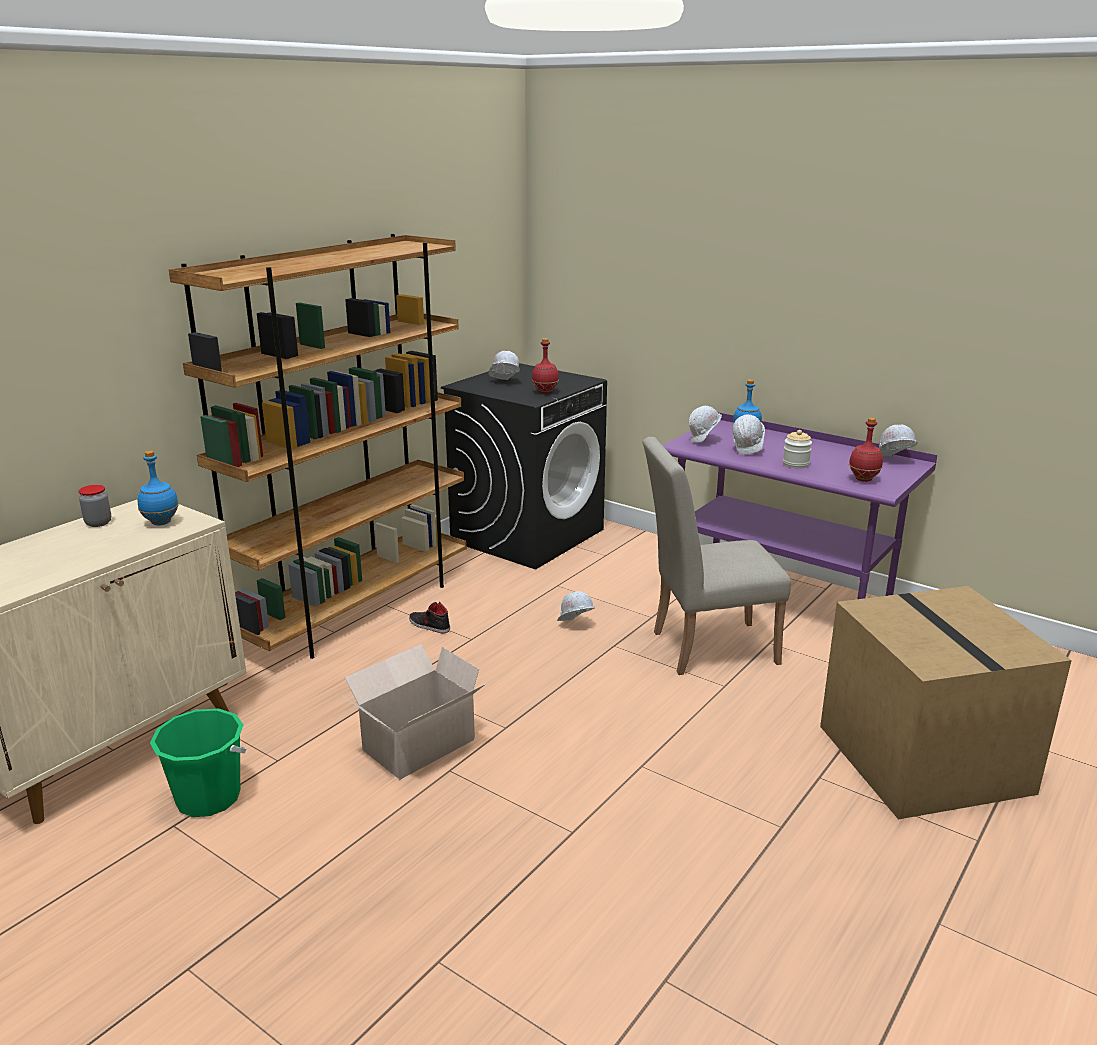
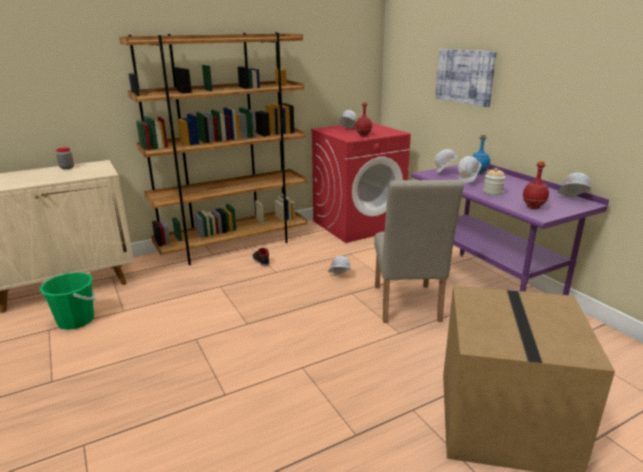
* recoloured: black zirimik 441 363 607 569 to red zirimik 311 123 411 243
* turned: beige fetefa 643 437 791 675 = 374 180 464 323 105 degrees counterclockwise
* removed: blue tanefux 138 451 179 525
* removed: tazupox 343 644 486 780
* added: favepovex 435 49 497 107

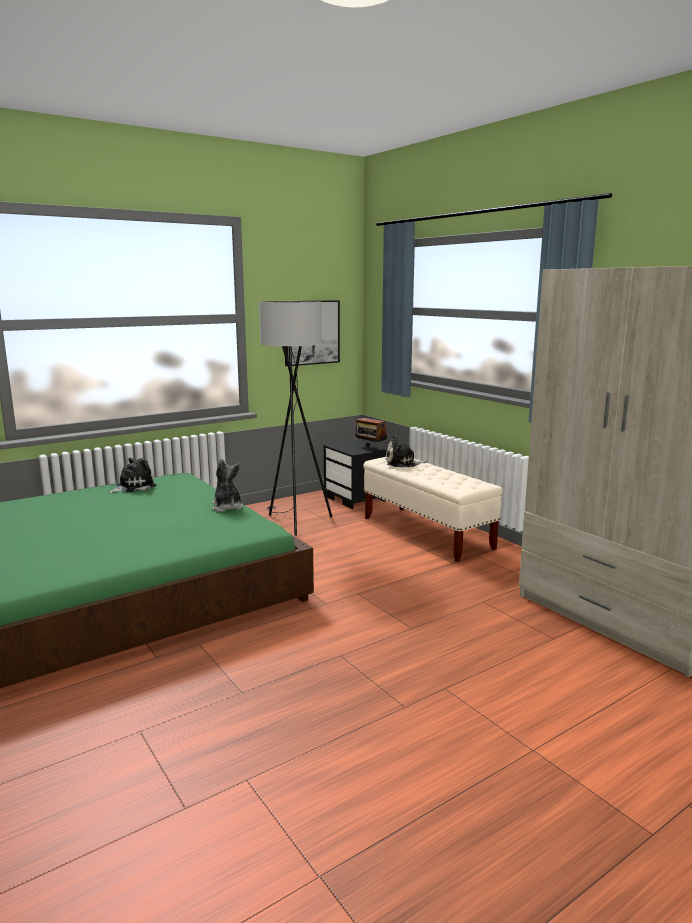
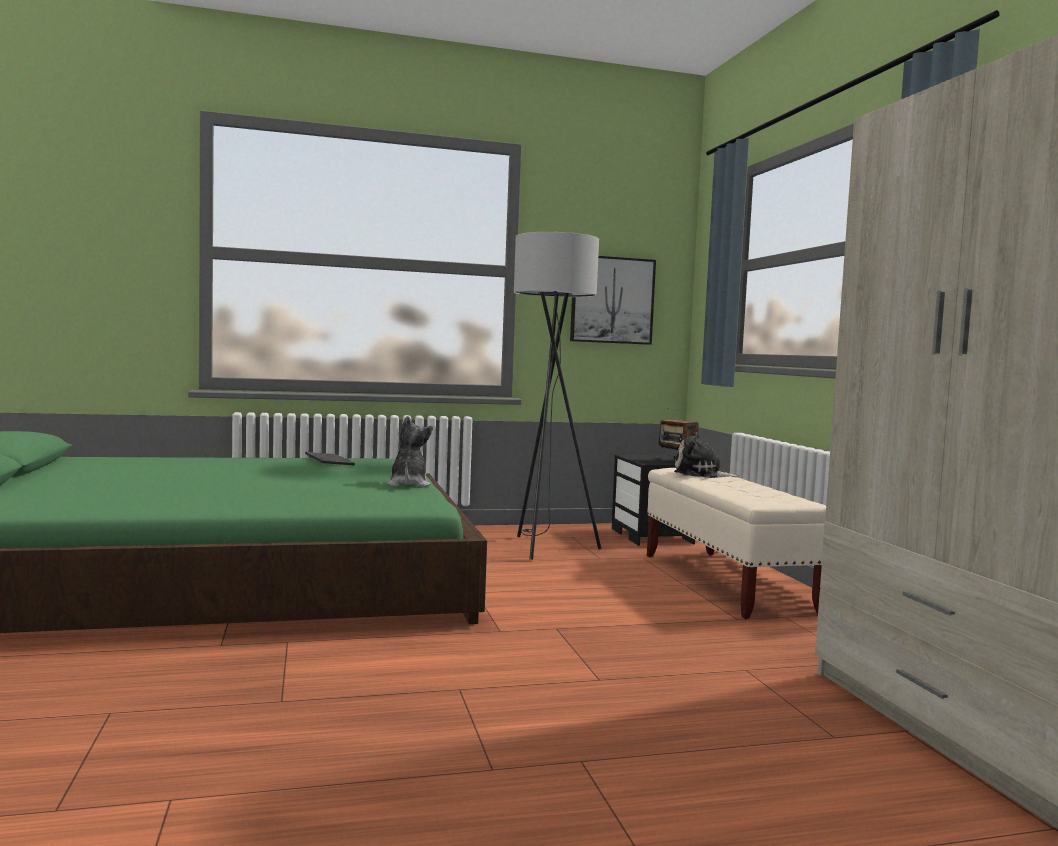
* replaced: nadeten 108 458 156 493 to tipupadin 305 452 355 466

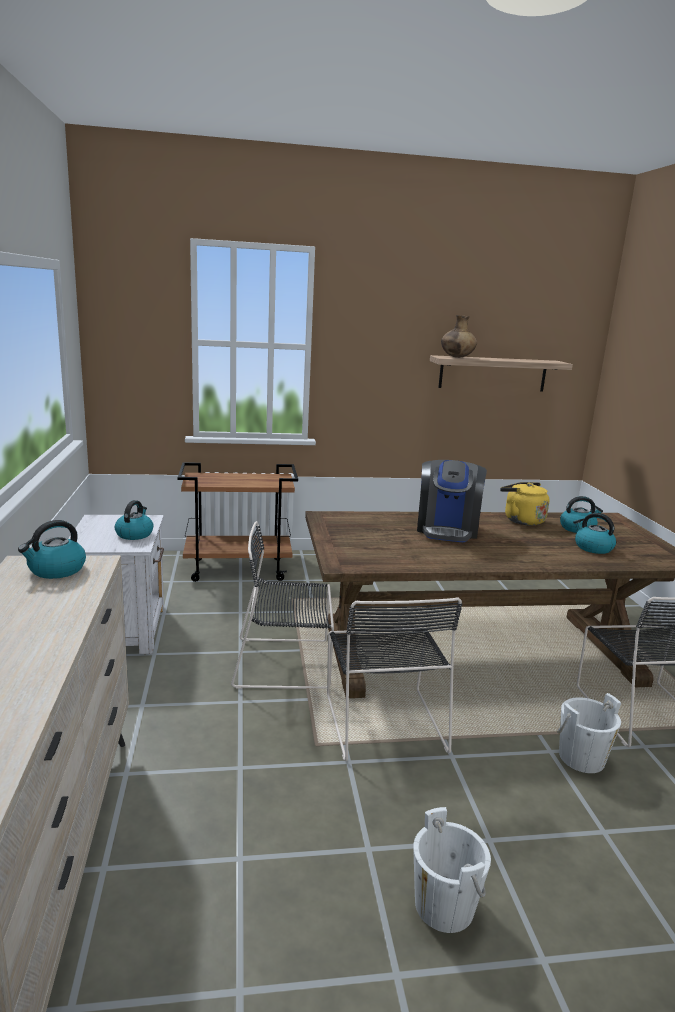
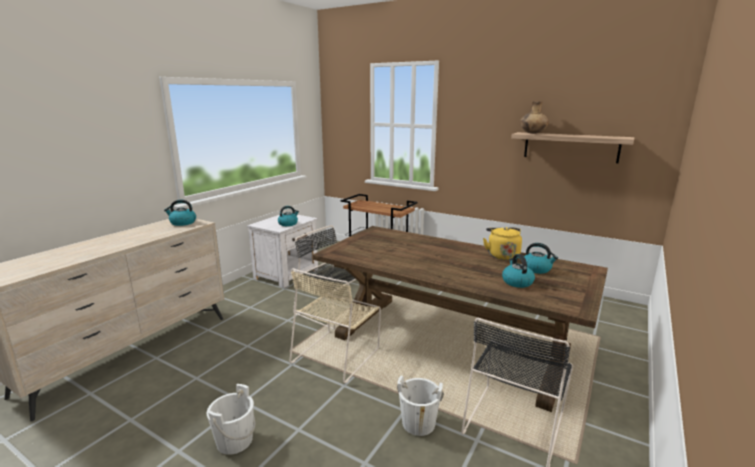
* removed: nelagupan 417 460 487 542
* recoloured: black fetefa 327 597 462 761 to beige fetefa 289 268 381 383

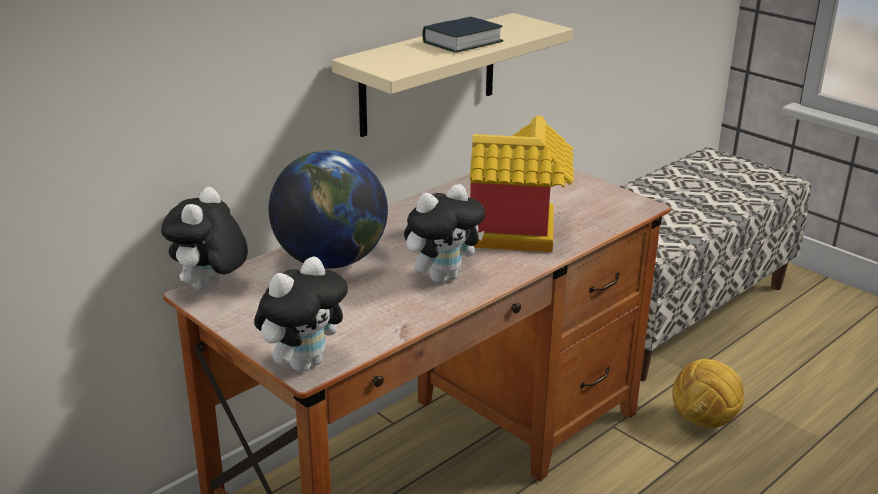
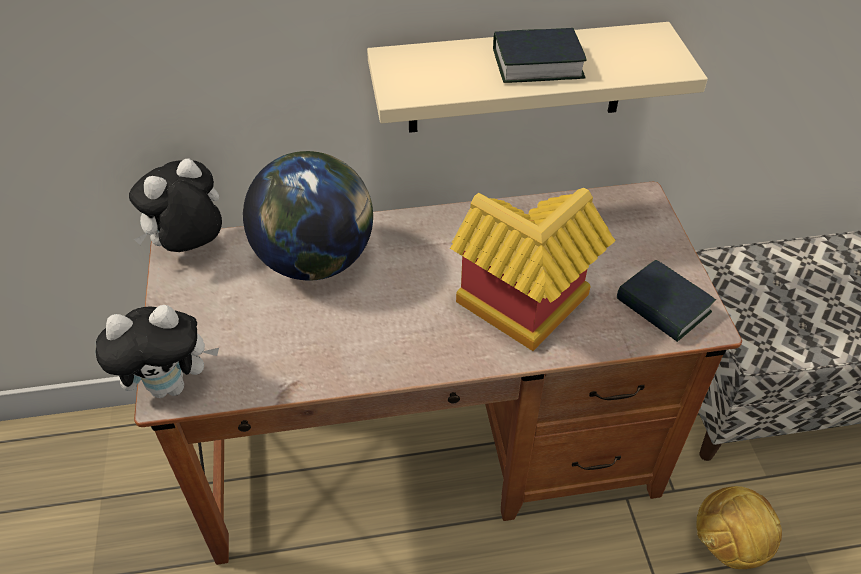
* removed: nadeten 404 184 485 283
* added: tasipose 617 260 716 342

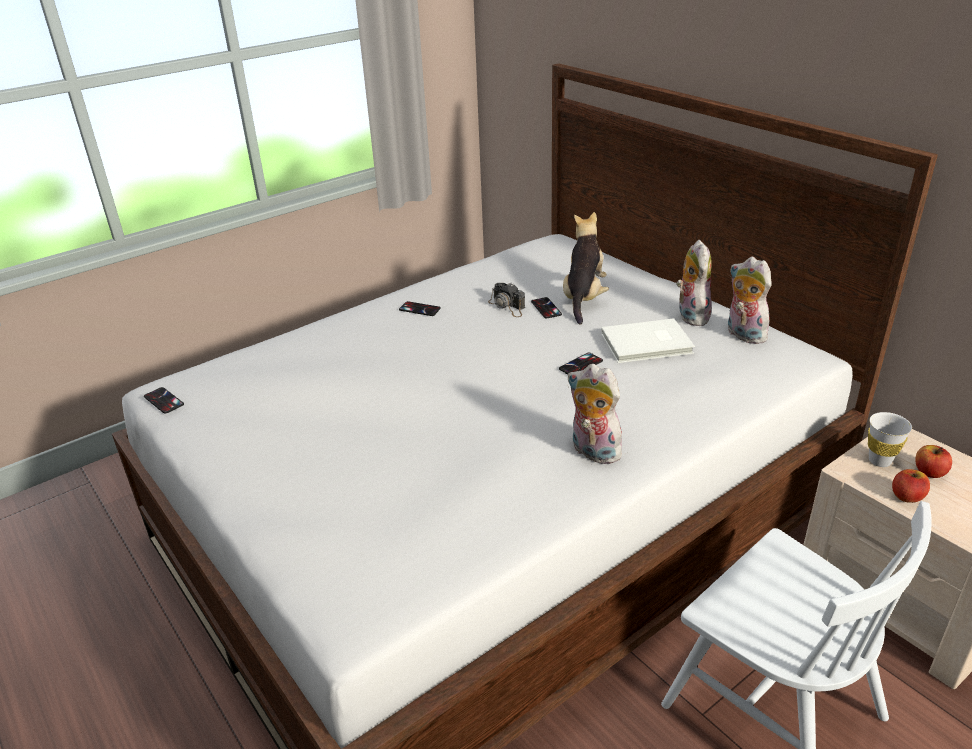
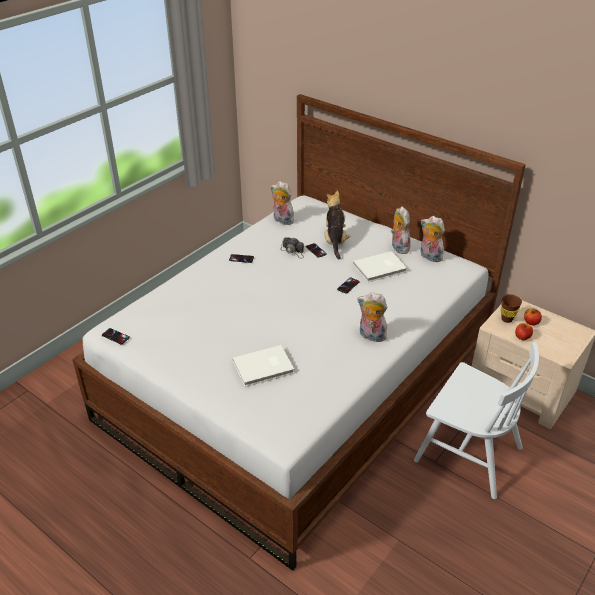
* recoloured: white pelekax 868 412 912 467 to brown pelekax 501 294 522 323
* added: nadeten 271 181 294 225
* added: white tasipose 233 345 294 387

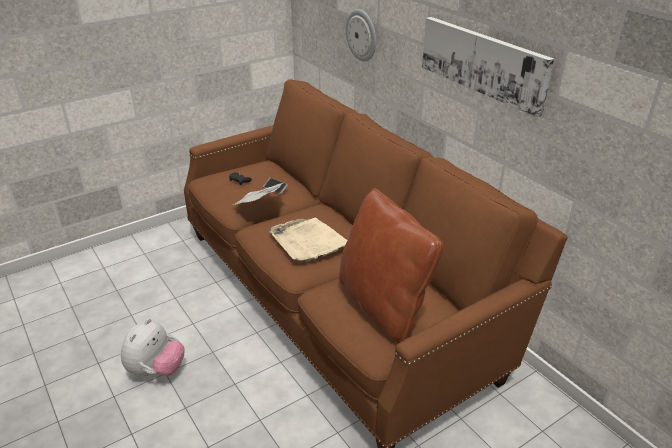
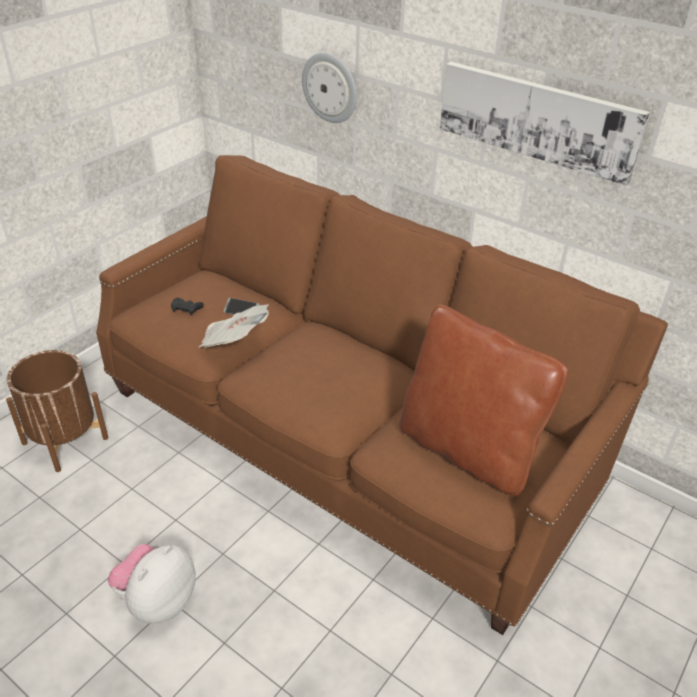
* removed: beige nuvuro 270 218 348 262
* turned: nadeten 121 318 185 376 = 108 544 195 624 150 degrees counterclockwise
* added: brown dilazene 6 350 108 472

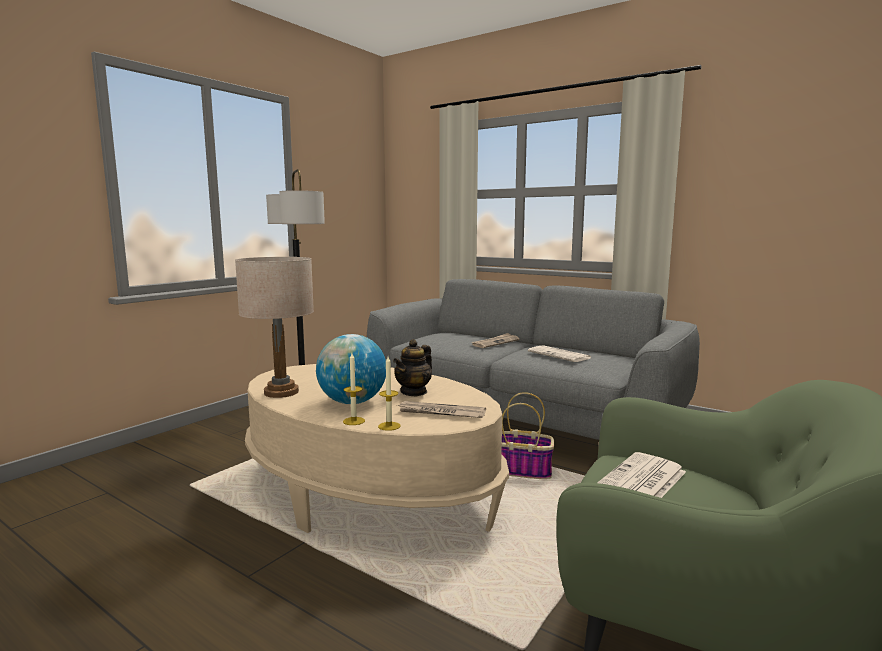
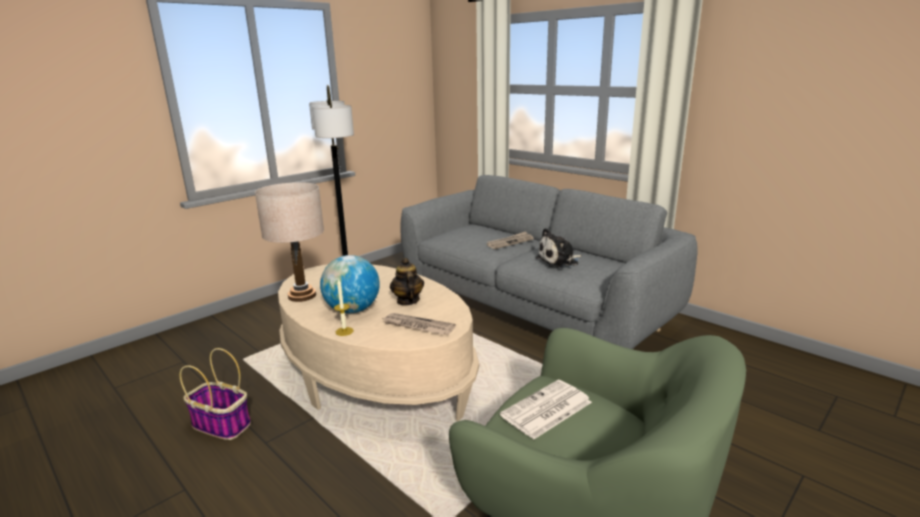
* turned: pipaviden 393 339 432 396 = 390 258 424 305 120 degrees clockwise
* replaced: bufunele 528 345 591 362 to nadeten 536 228 582 268
* removed: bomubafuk 378 357 401 431
* moved: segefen 501 392 554 479 to 180 348 251 440

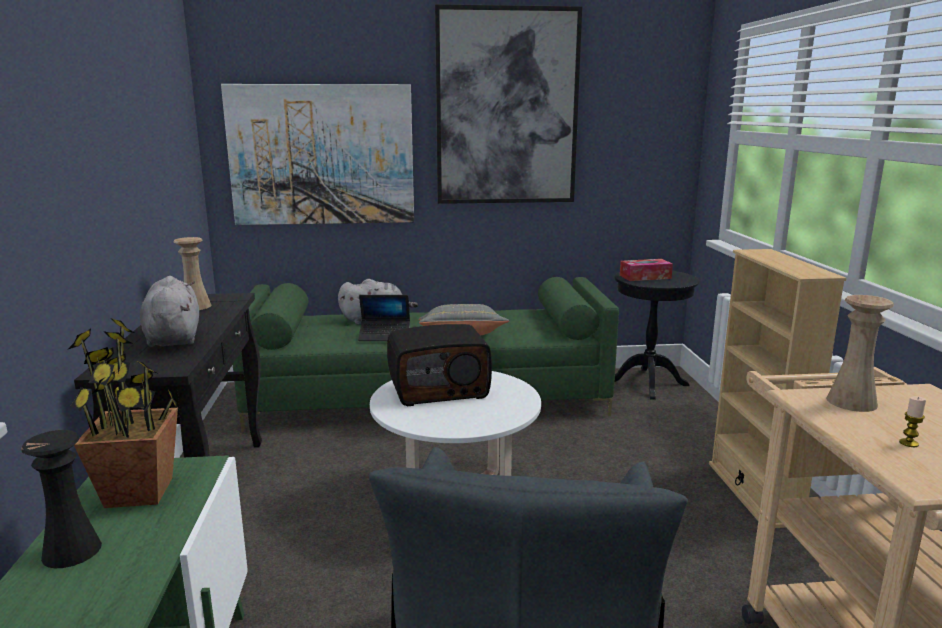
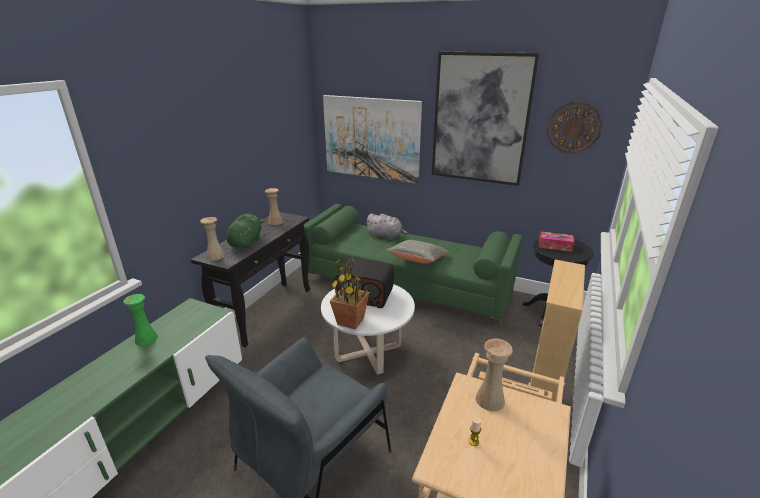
* recoloured: grey nadeten 140 276 199 347 to green nadeten 227 214 265 249
* removed: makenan 358 295 410 341
* moved: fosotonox 67 318 179 508 to 330 255 369 330
* recoloured: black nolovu 21 430 102 568 to green nolovu 123 294 158 346
* added: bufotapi 546 102 603 154
* added: beige nolovu 200 217 225 261

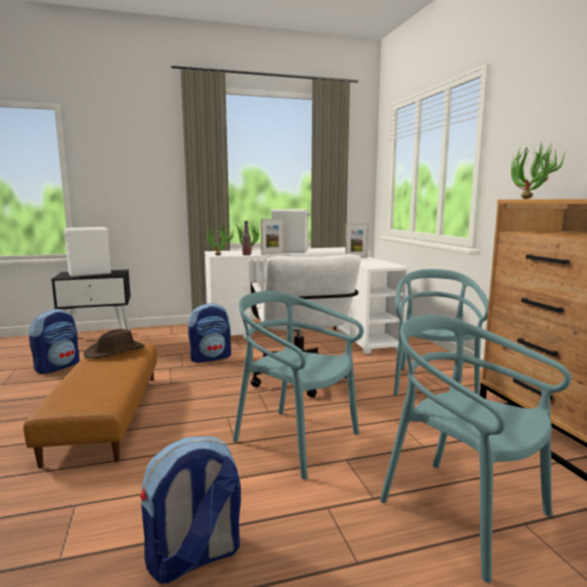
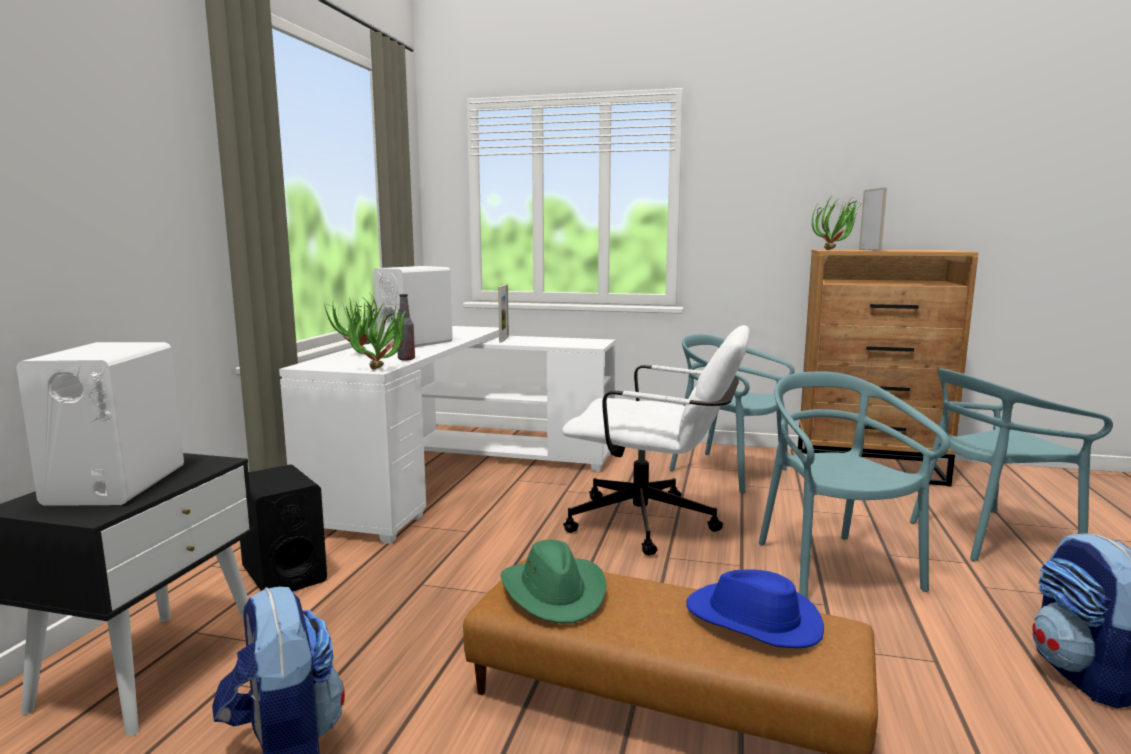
* moved: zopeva 261 218 284 255 to 859 187 887 251
* turned: turquoise fetefa 233 291 364 480 = 759 372 950 599 105 degrees clockwise
* removed: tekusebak 188 303 231 363
* recoloured: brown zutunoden 84 329 145 359 to green zutunoden 500 540 607 623
* added: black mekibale 240 465 327 591
* added: blue zutunoden 686 569 824 648

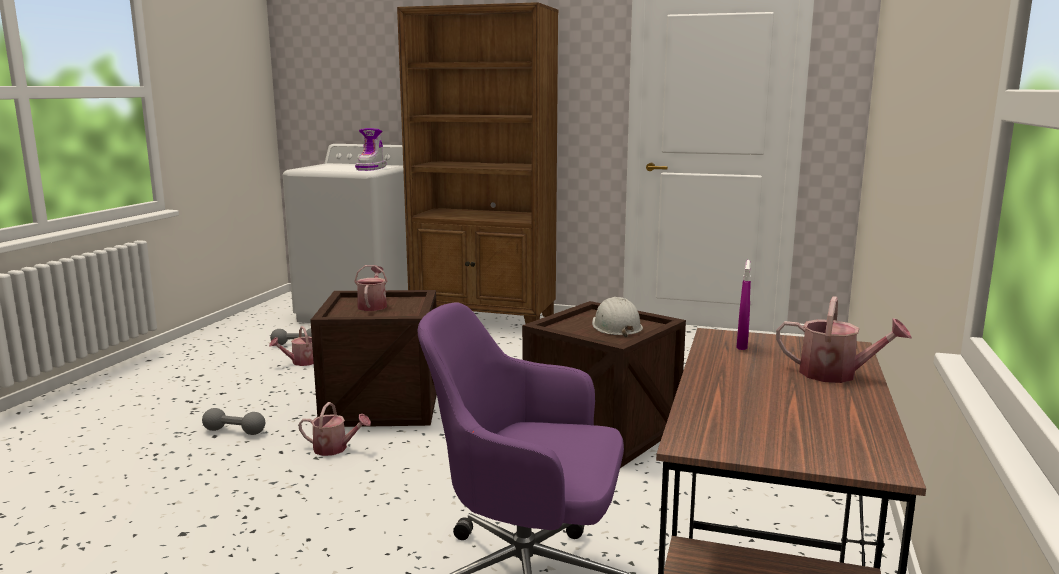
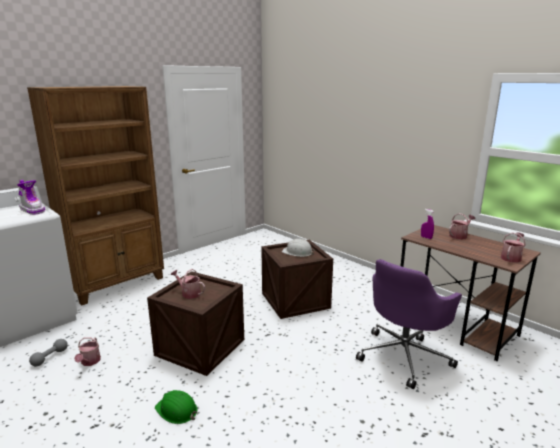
* moved: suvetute 298 402 371 456 to 501 232 526 263
* replaced: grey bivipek 202 408 265 435 to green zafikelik 155 390 198 424

